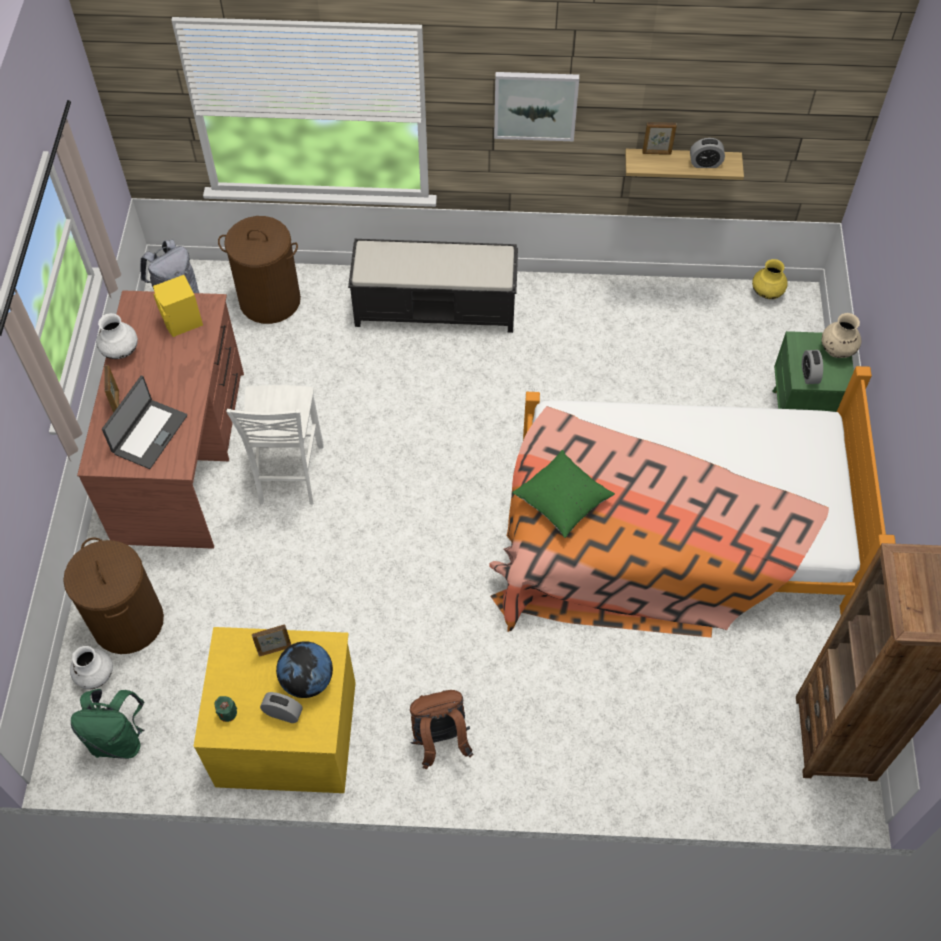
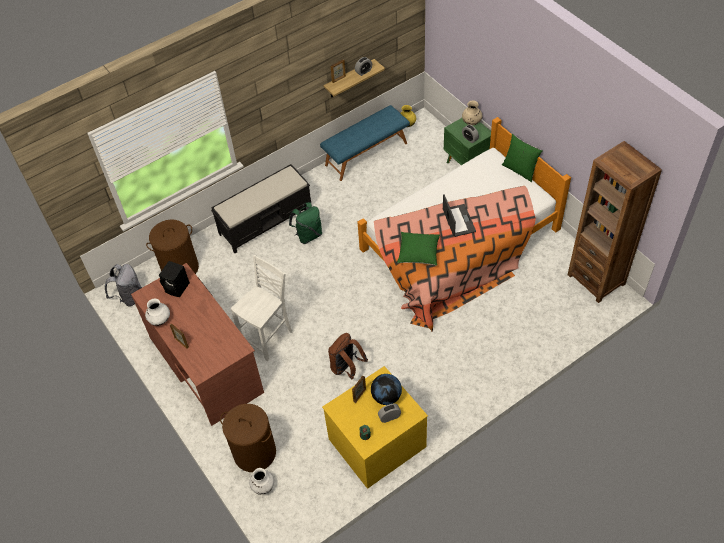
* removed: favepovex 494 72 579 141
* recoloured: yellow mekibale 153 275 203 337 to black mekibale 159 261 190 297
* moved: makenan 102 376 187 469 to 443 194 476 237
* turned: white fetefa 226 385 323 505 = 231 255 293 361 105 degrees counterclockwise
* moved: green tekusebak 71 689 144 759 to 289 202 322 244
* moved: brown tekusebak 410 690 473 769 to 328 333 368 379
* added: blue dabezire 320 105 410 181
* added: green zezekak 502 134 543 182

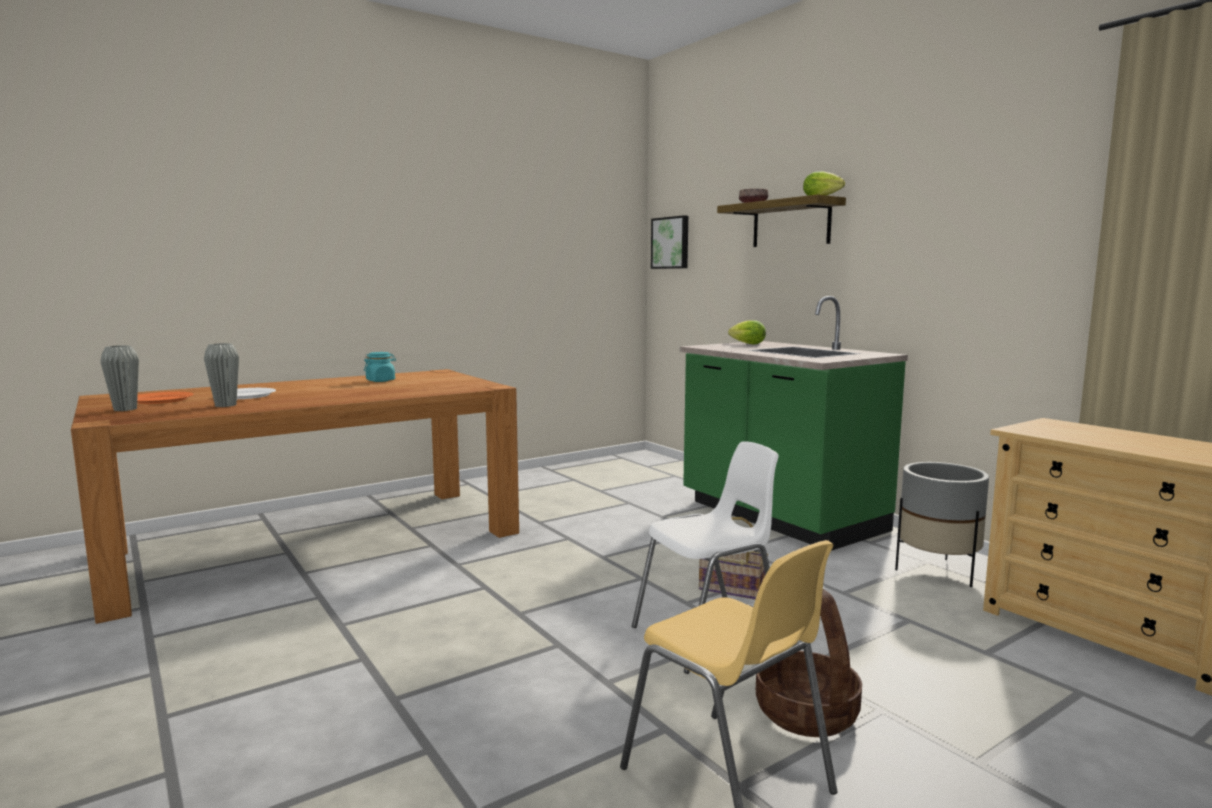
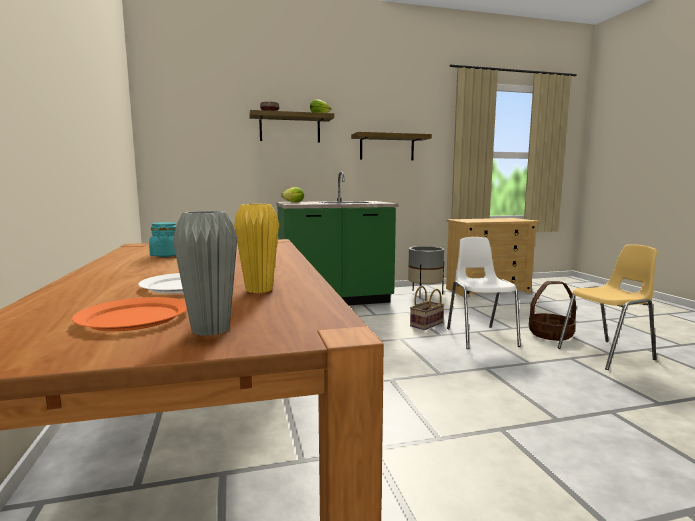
* removed: favepovex 651 215 688 269
* recoloured: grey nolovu 204 343 239 407 to yellow nolovu 234 204 279 293
* added: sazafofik 351 132 432 160

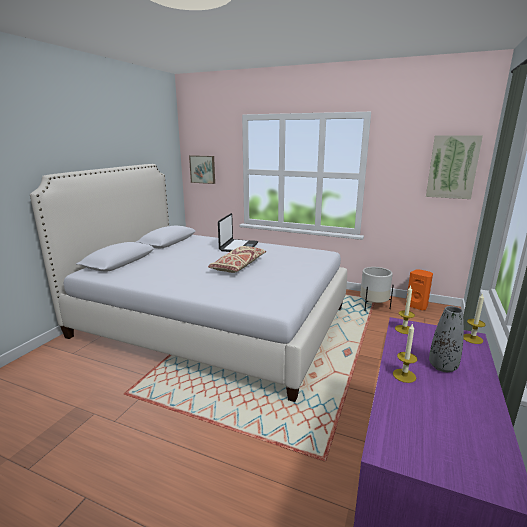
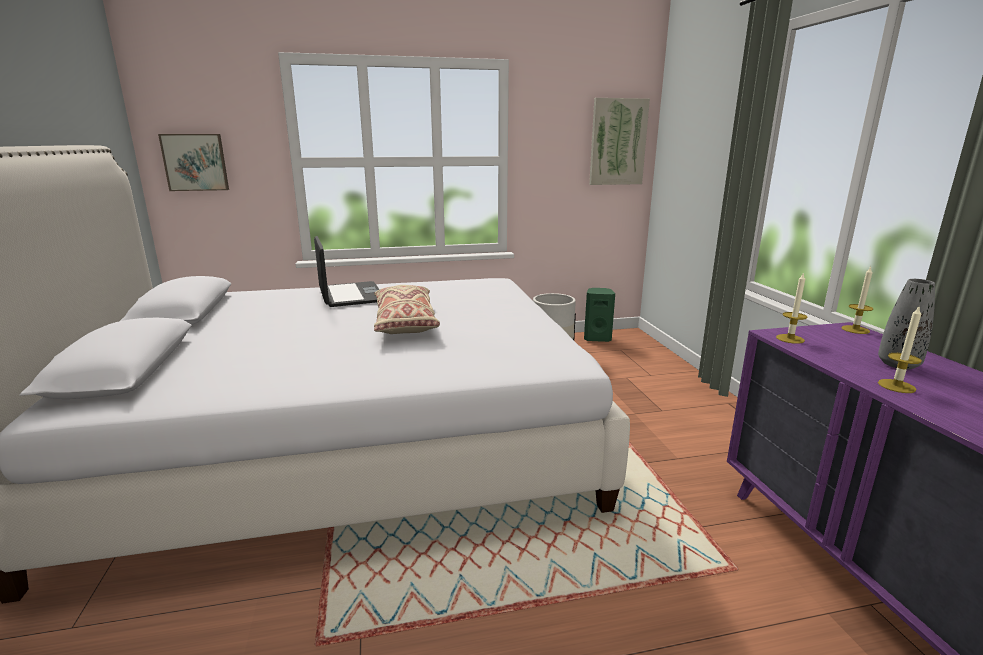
* recoloured: orange mekibale 406 269 433 310 to green mekibale 584 288 615 342

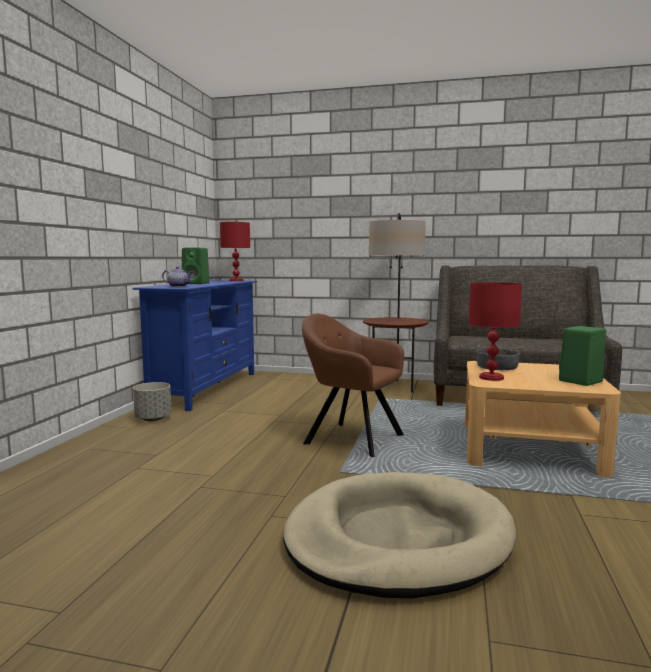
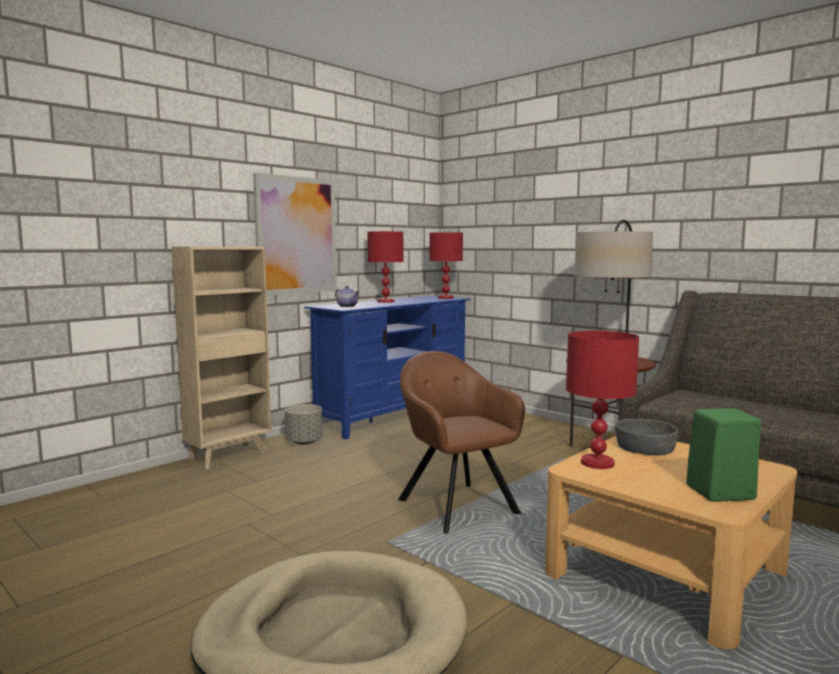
* replaced: green mekibale 182 247 209 284 to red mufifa 368 231 404 303
* added: favepovex 253 173 337 295
* added: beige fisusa 172 247 271 469

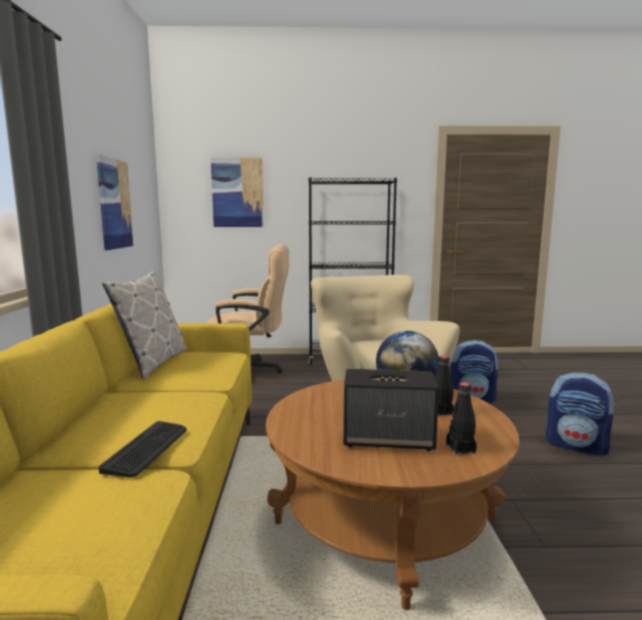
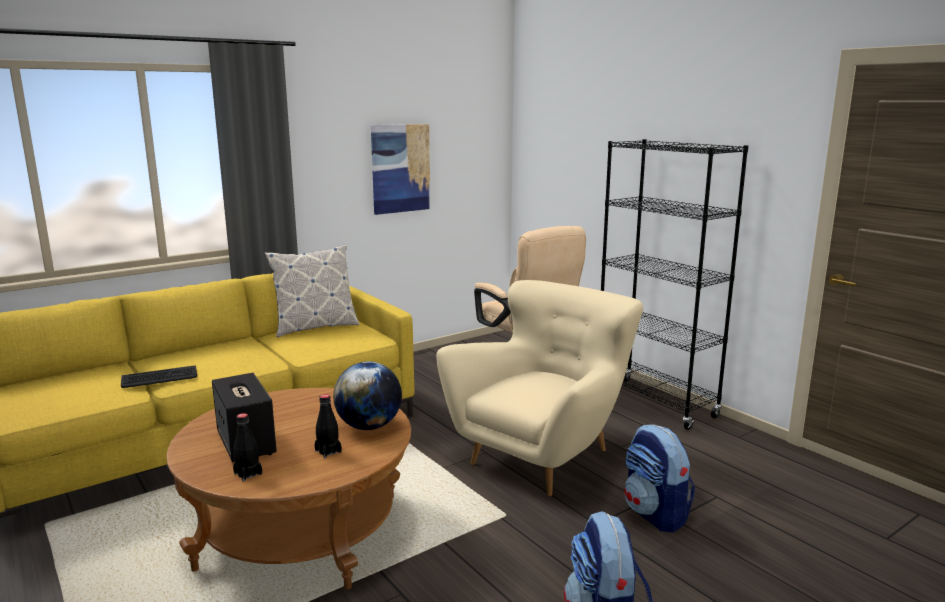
* removed: favepovex 211 158 264 227

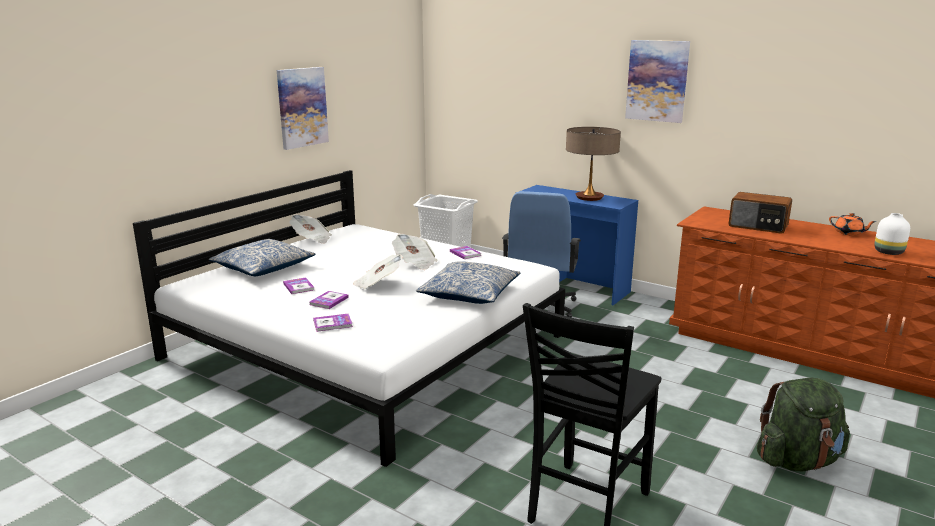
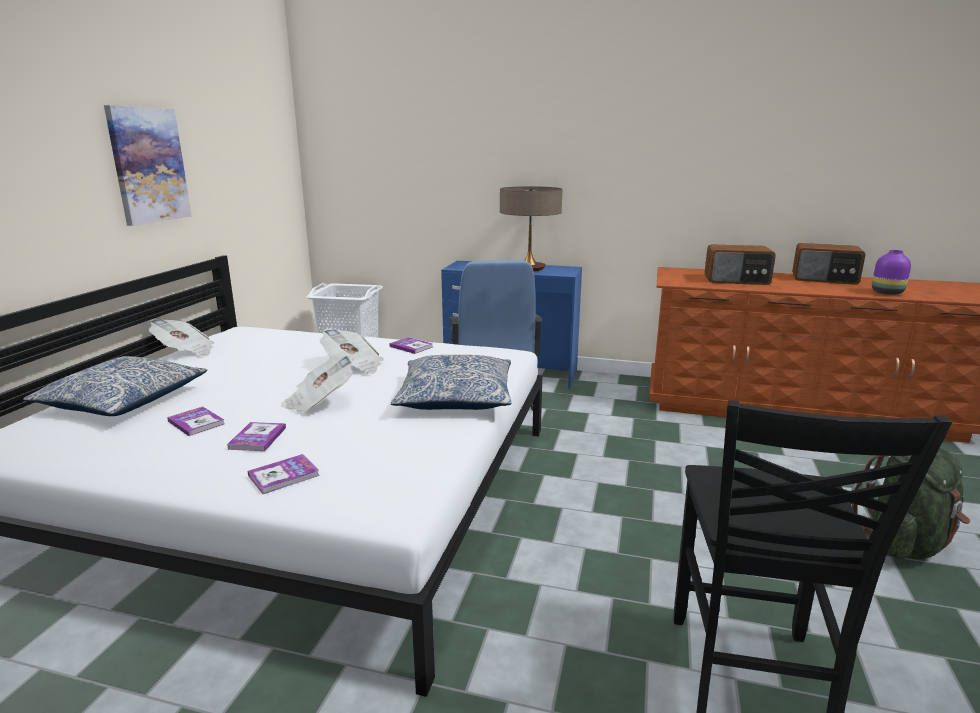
* removed: favepovex 625 40 690 123
* replaced: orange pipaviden 829 213 876 236 to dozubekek 792 243 866 285
* recoloured: white nolovu 874 213 910 255 to purple nolovu 872 250 911 295

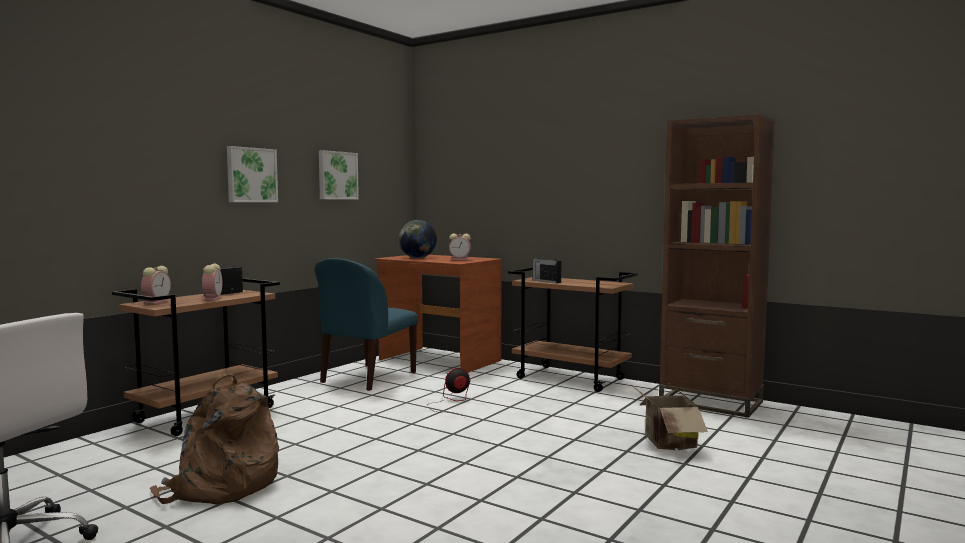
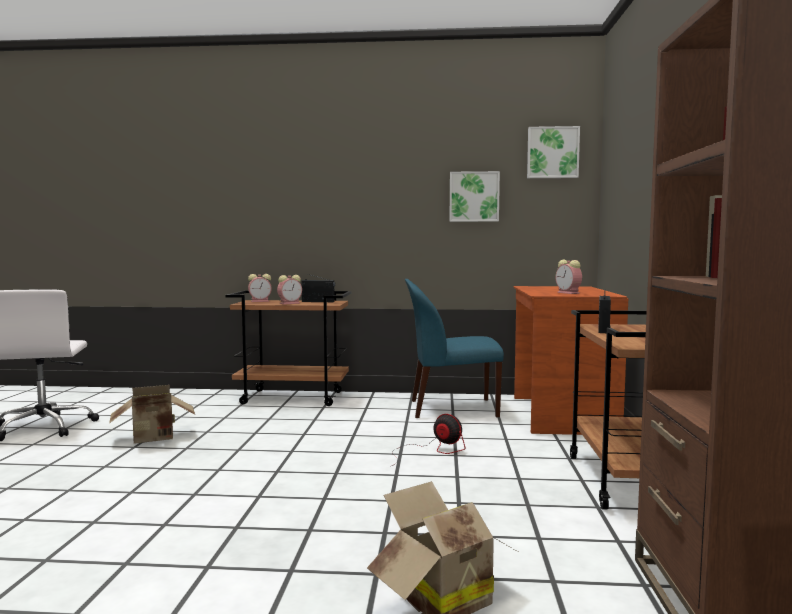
* moved: favepovex 227 146 278 202 to 527 126 580 178
* removed: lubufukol 399 220 437 258
* replaced: brown tekusebak 150 372 279 505 to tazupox 109 385 195 444

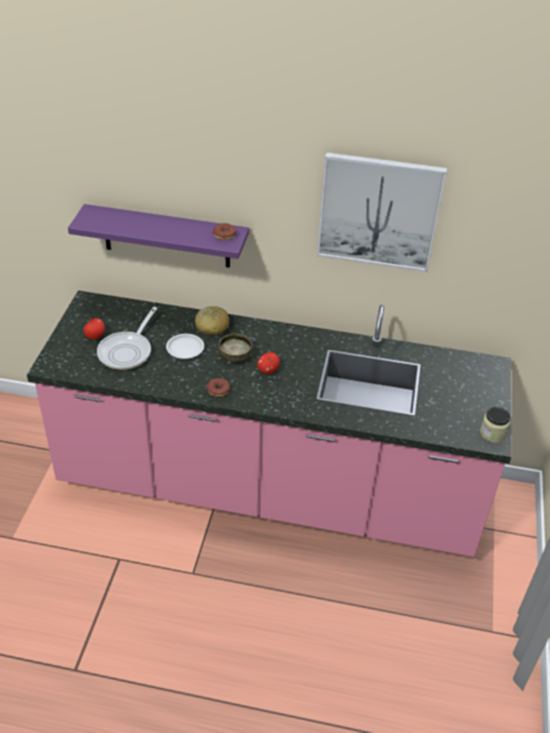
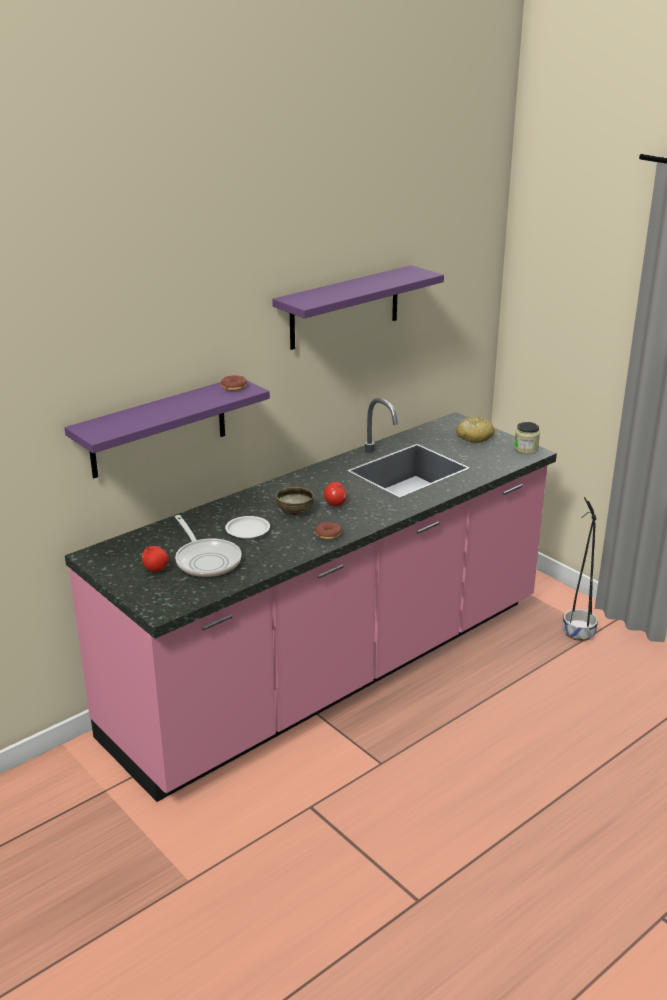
* replaced: favepovex 317 152 447 272 to purple sazafofik 272 265 444 350
* moved: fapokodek 195 306 229 335 to 456 416 494 443
* added: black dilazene 562 497 598 641

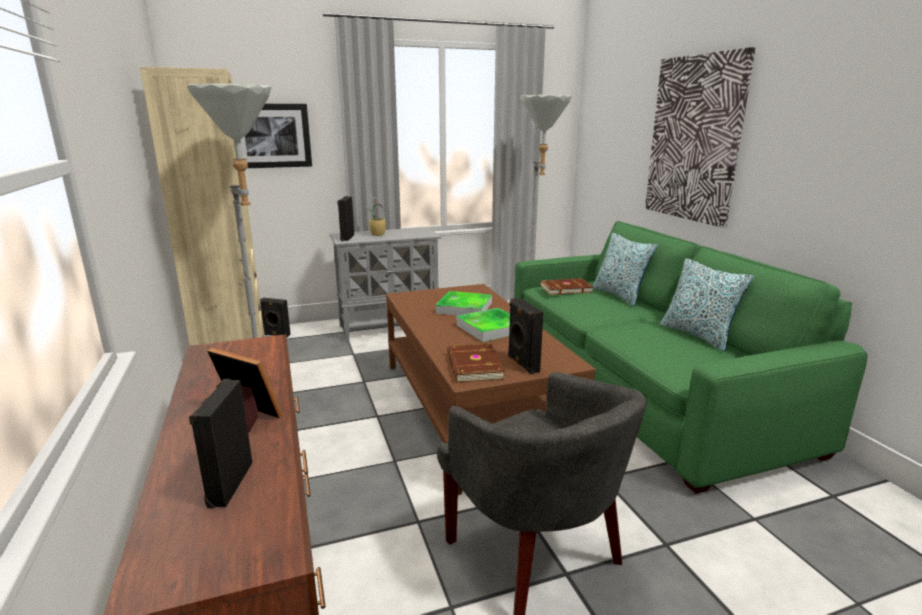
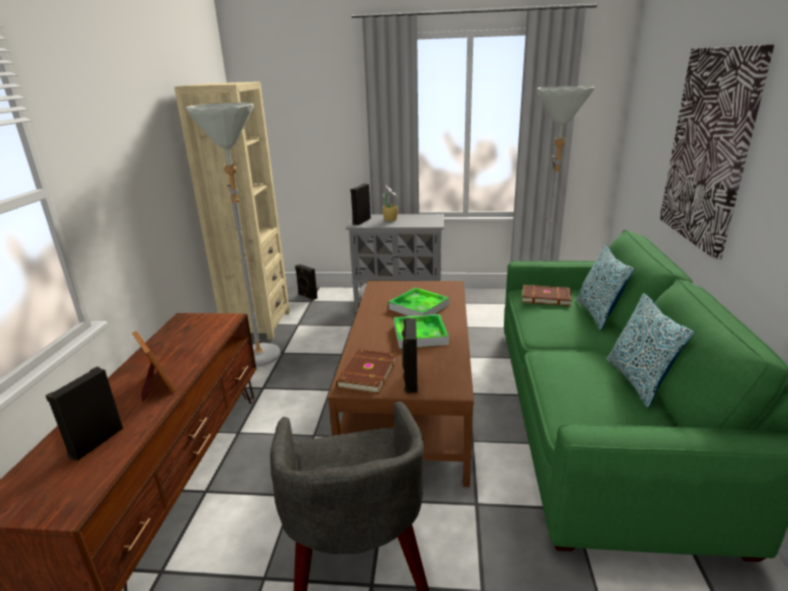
* removed: favepovex 241 104 312 168

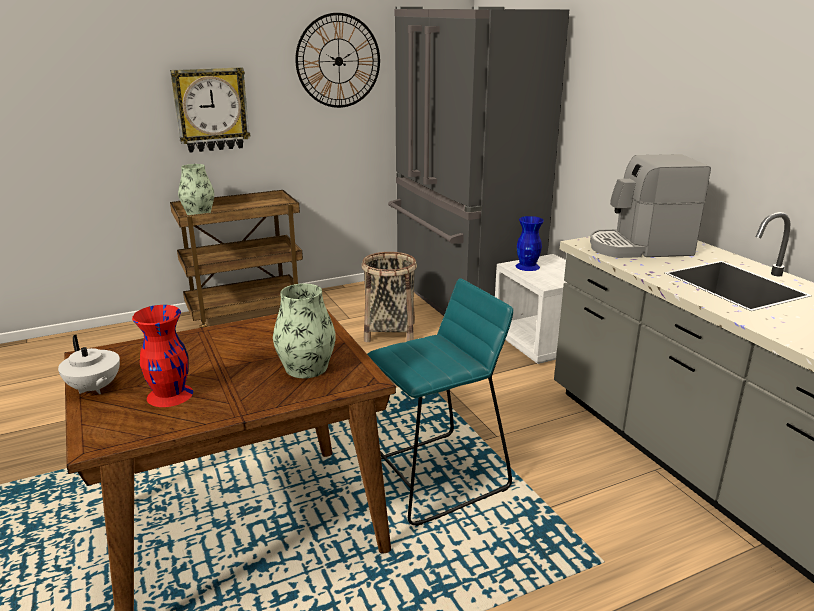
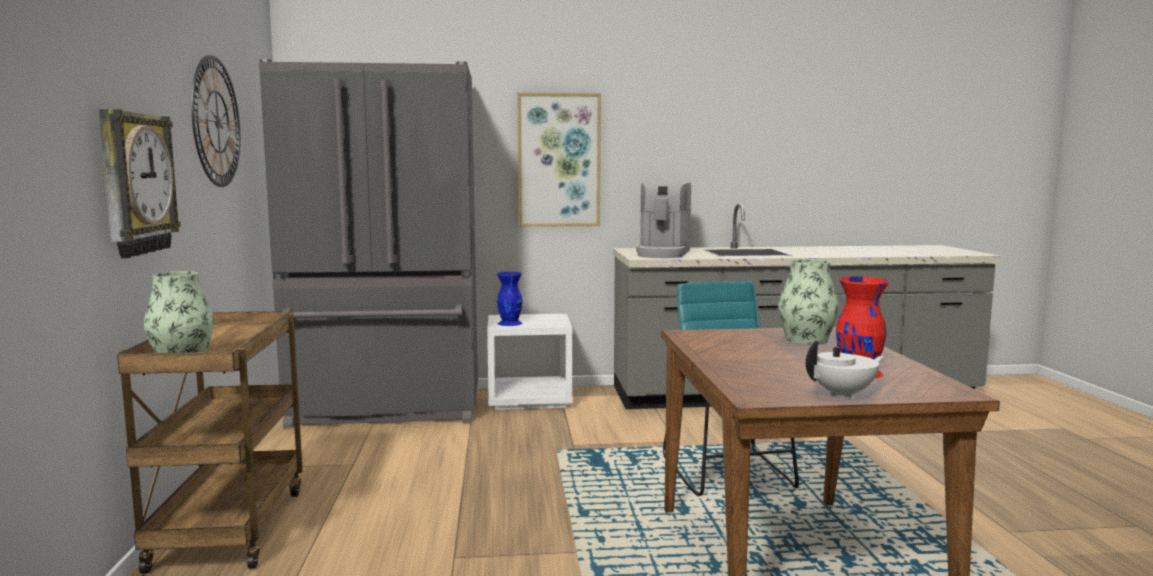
* removed: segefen 361 252 417 342
* added: favepovex 517 93 601 227

